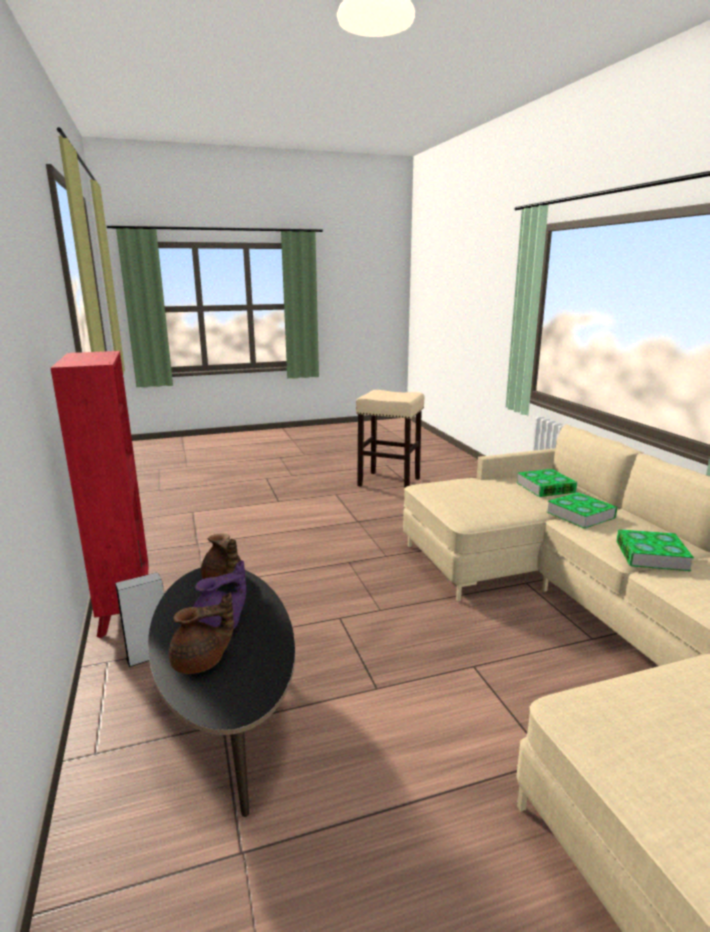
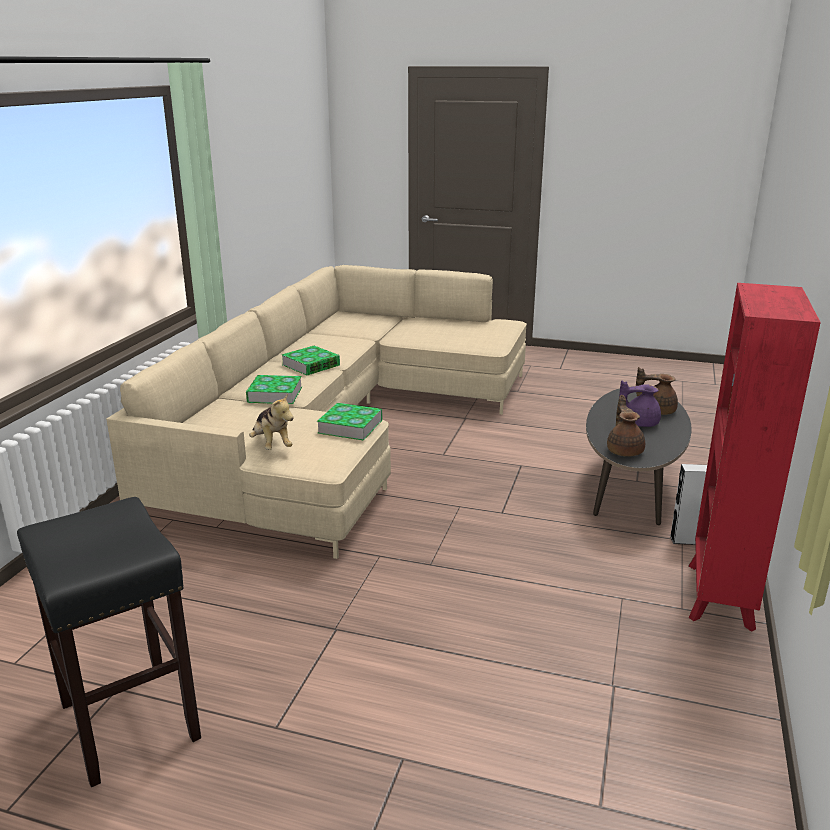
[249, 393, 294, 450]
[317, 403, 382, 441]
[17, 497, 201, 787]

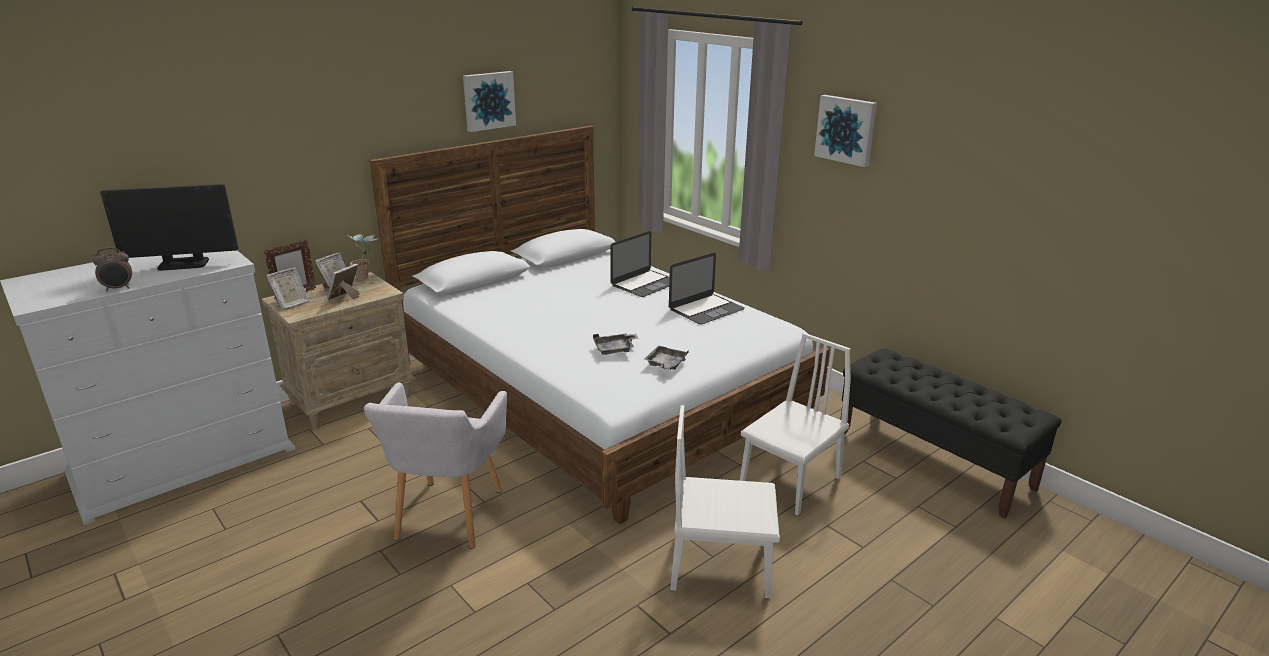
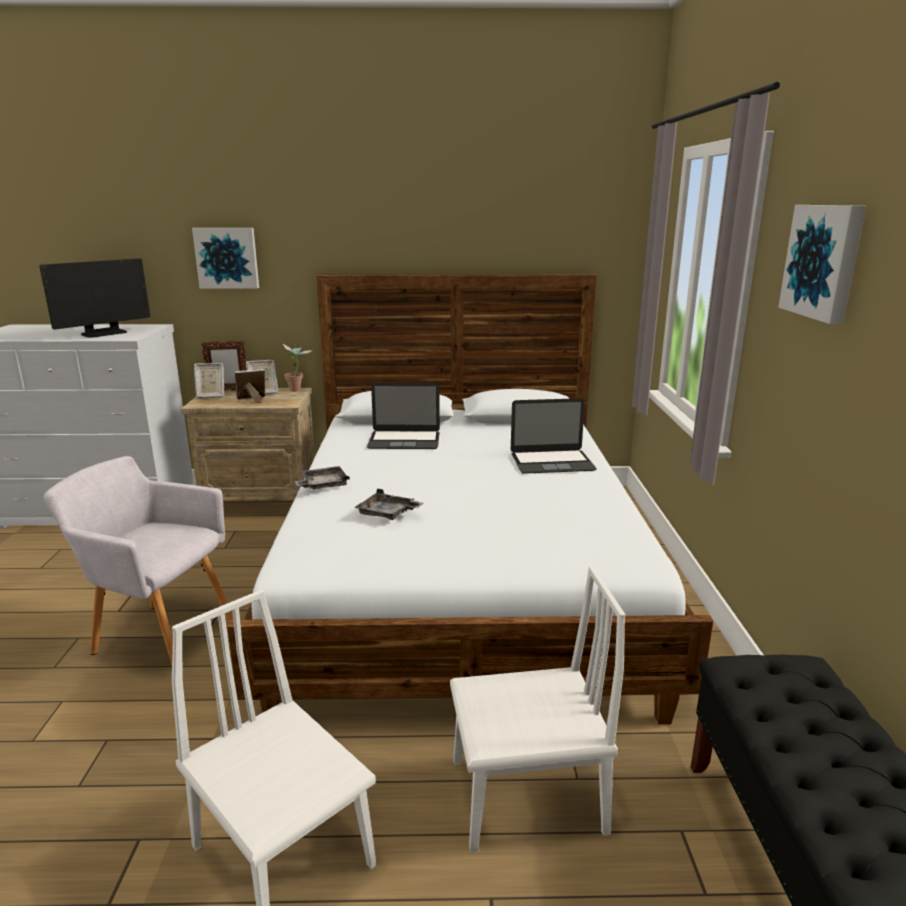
[93, 247, 132, 291] (first image)
[192, 228, 259, 289]
[294, 466, 350, 490]
[367, 383, 440, 449]
[39, 258, 150, 338]
[44, 456, 233, 664]

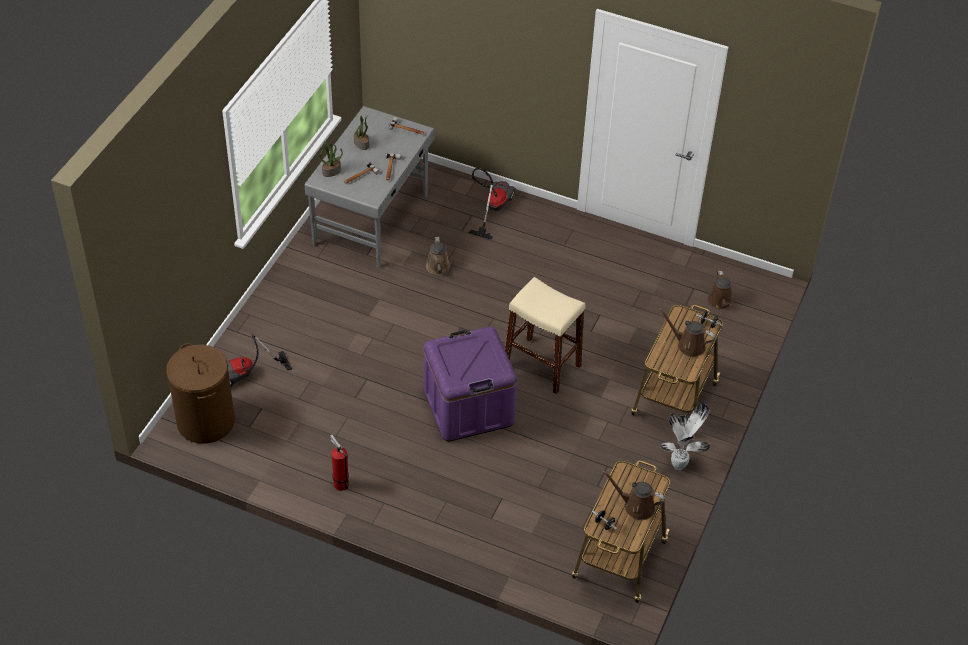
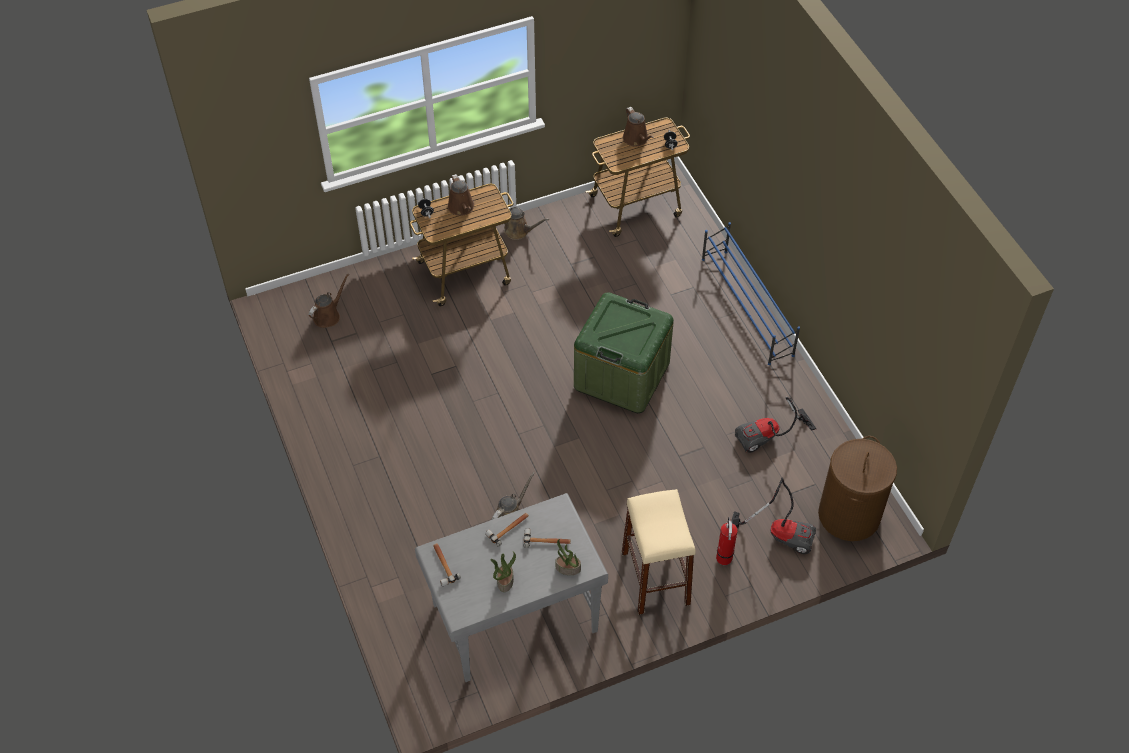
[702, 222, 800, 365]
[716, 517, 738, 565]
[735, 397, 816, 453]
[622, 489, 696, 615]
[504, 207, 549, 240]
[574, 292, 674, 413]

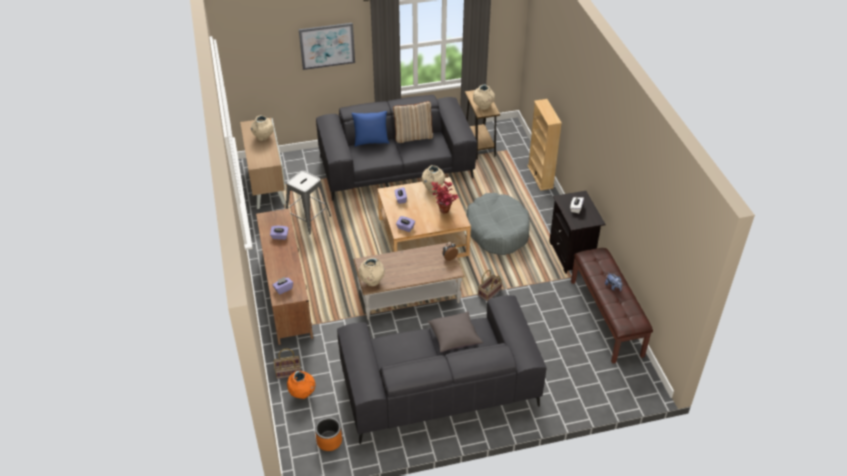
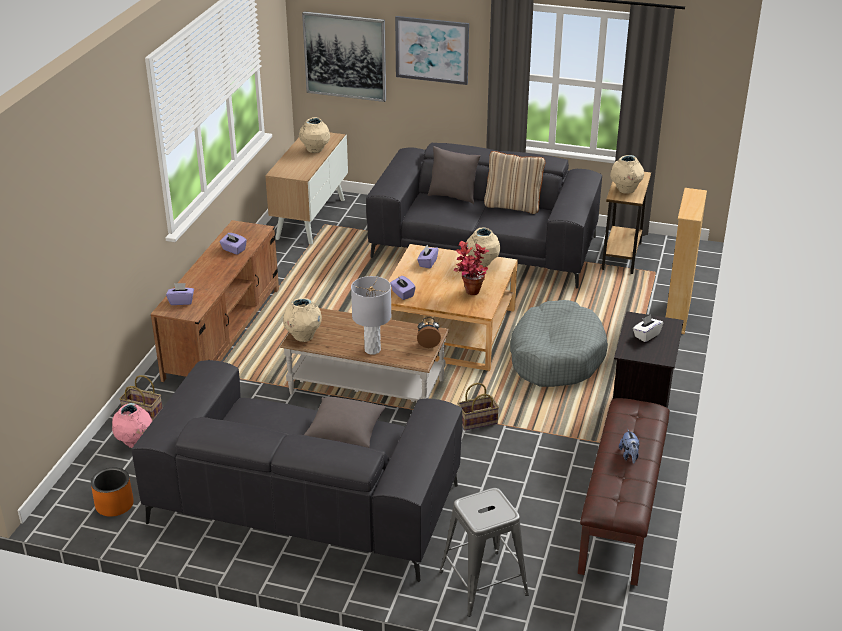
[302, 11, 386, 102]
[351, 276, 391, 355]
[439, 488, 529, 616]
[112, 403, 152, 448]
[428, 146, 481, 204]

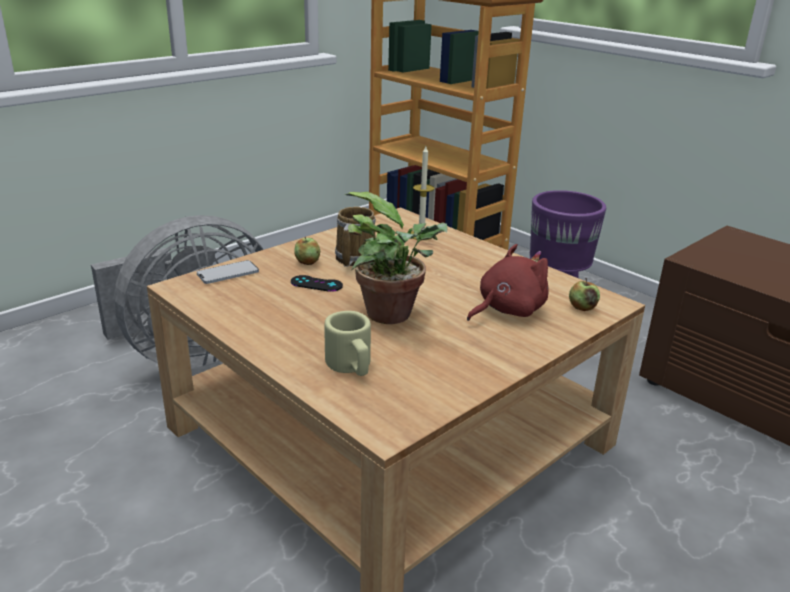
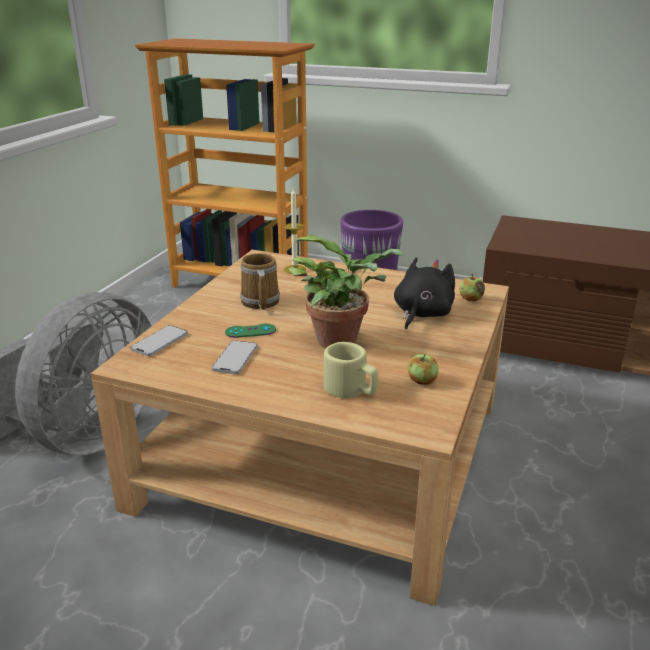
[212, 340, 257, 374]
[408, 354, 438, 385]
[225, 324, 276, 338]
[394, 257, 455, 329]

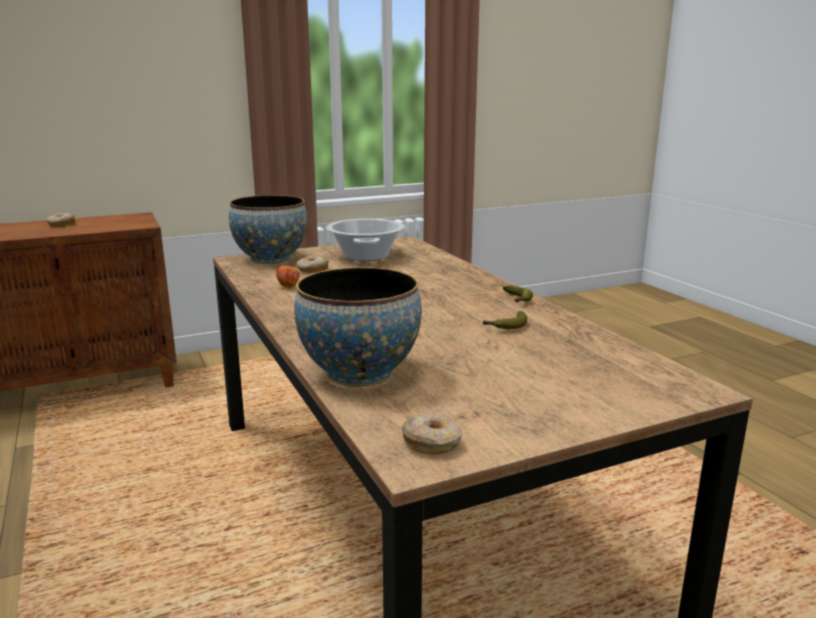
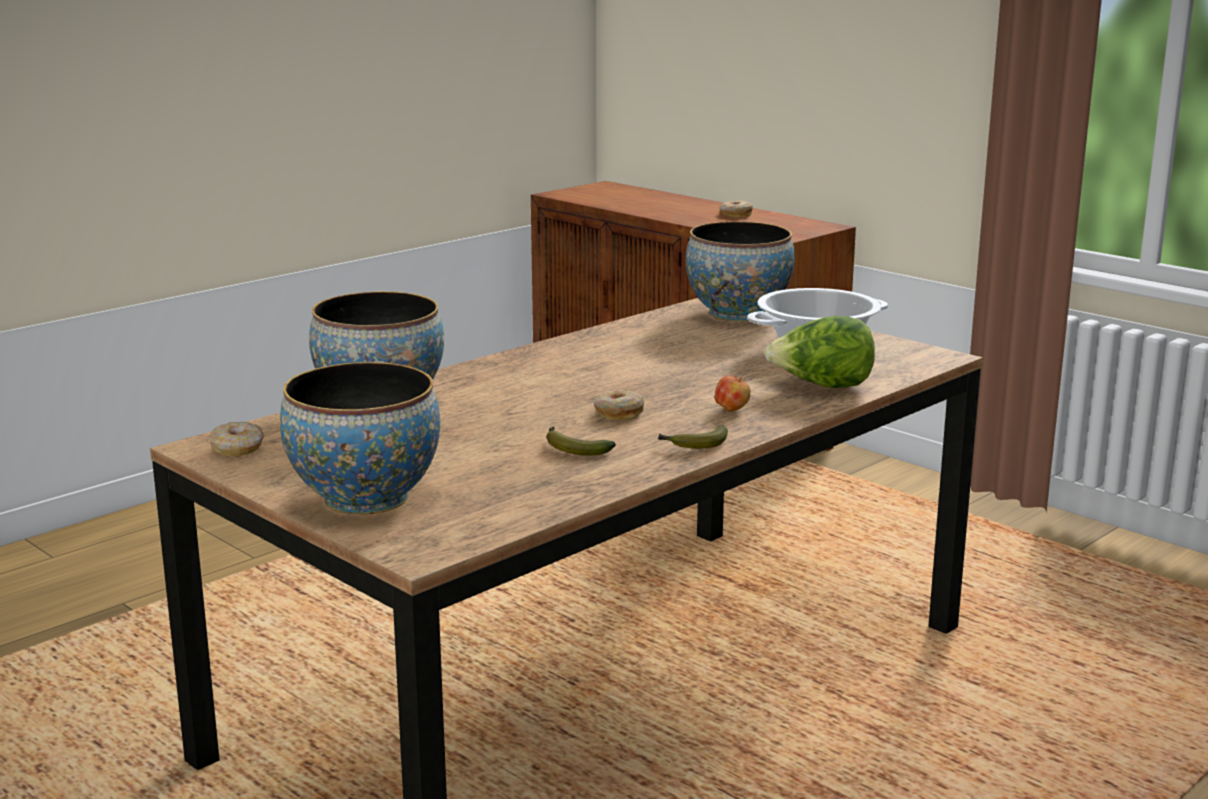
[280, 362, 440, 515]
[764, 316, 875, 388]
[715, 375, 750, 412]
[594, 391, 644, 420]

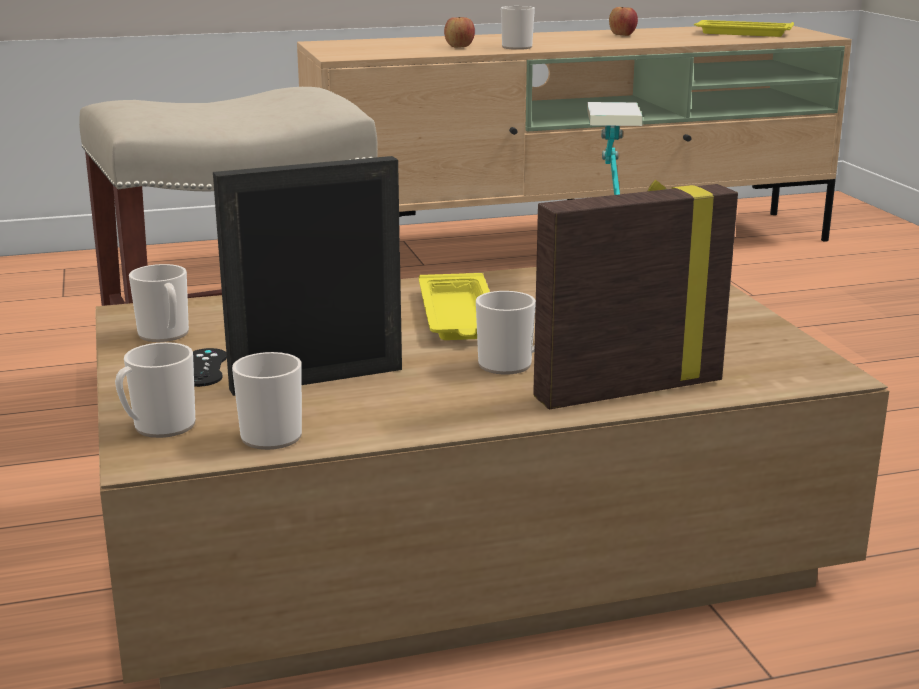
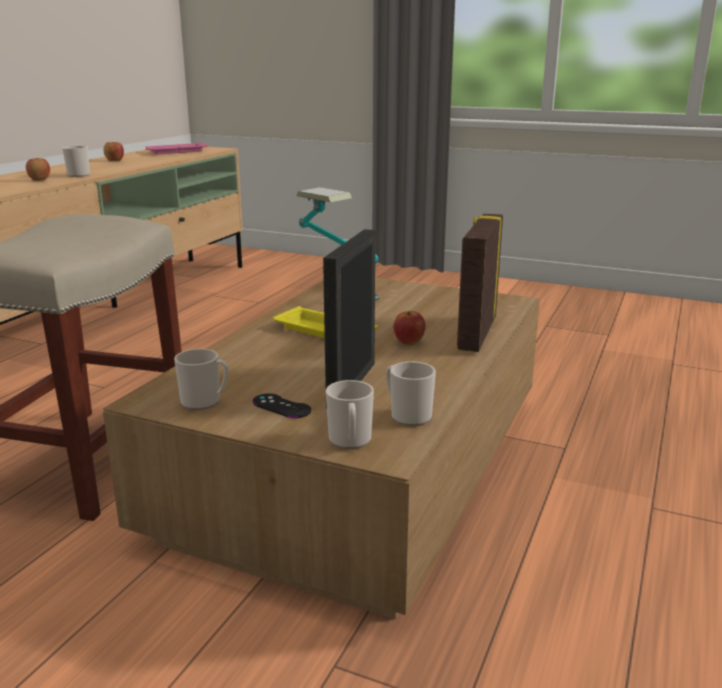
[393, 311, 426, 345]
[145, 142, 208, 154]

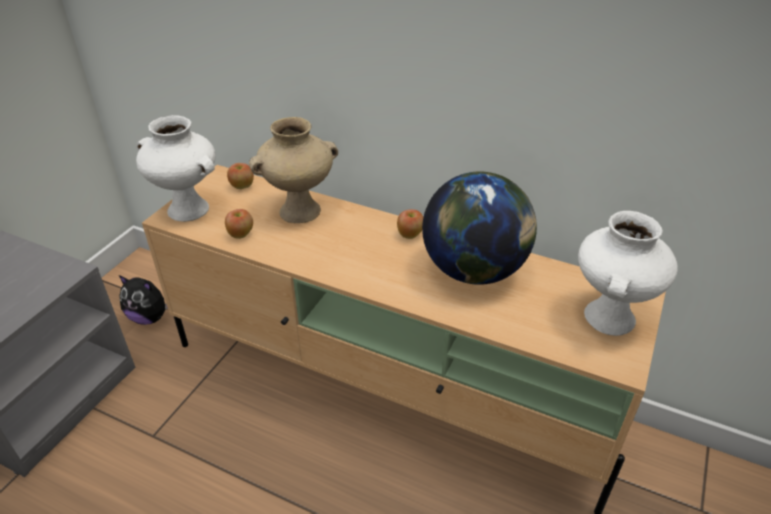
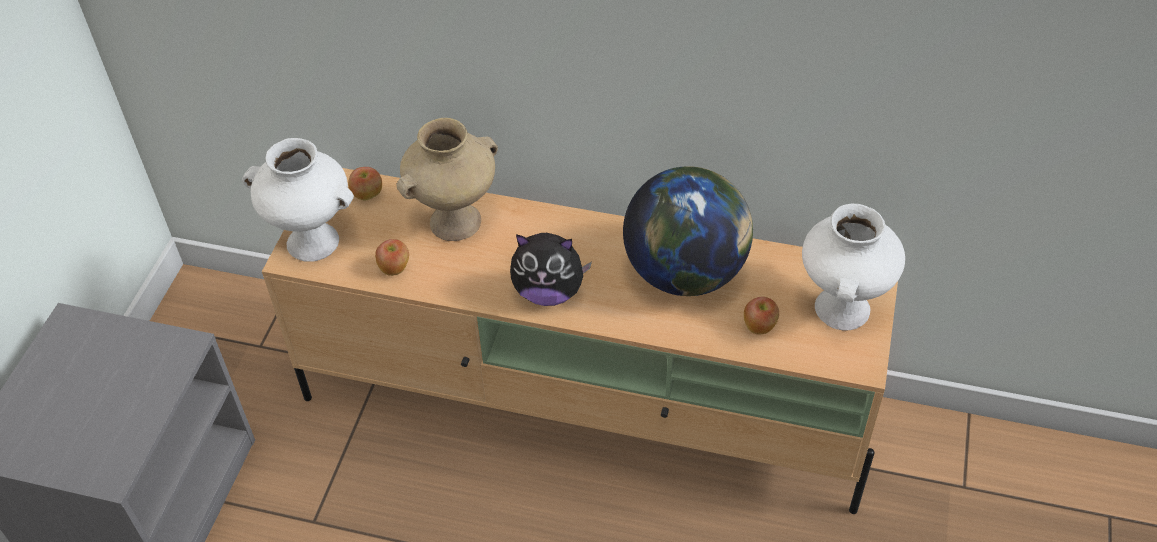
[510, 233, 592, 306]
[744, 297, 779, 335]

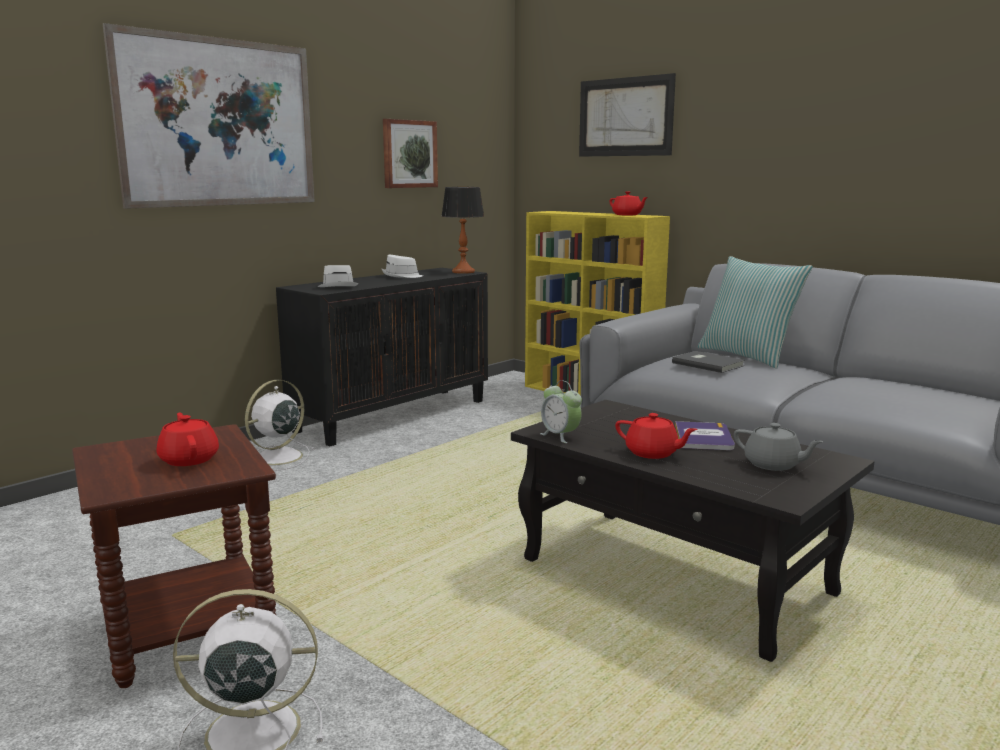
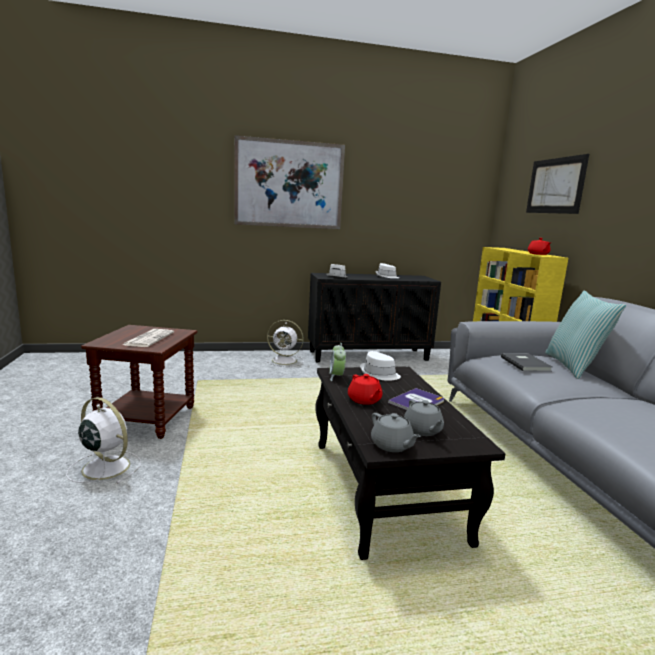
[383, 119, 438, 188] (first image)
[441, 187, 484, 274] (first image)
[360, 351, 401, 381]
[371, 413, 421, 452]
[123, 329, 174, 347]
[266, 320, 304, 367]

